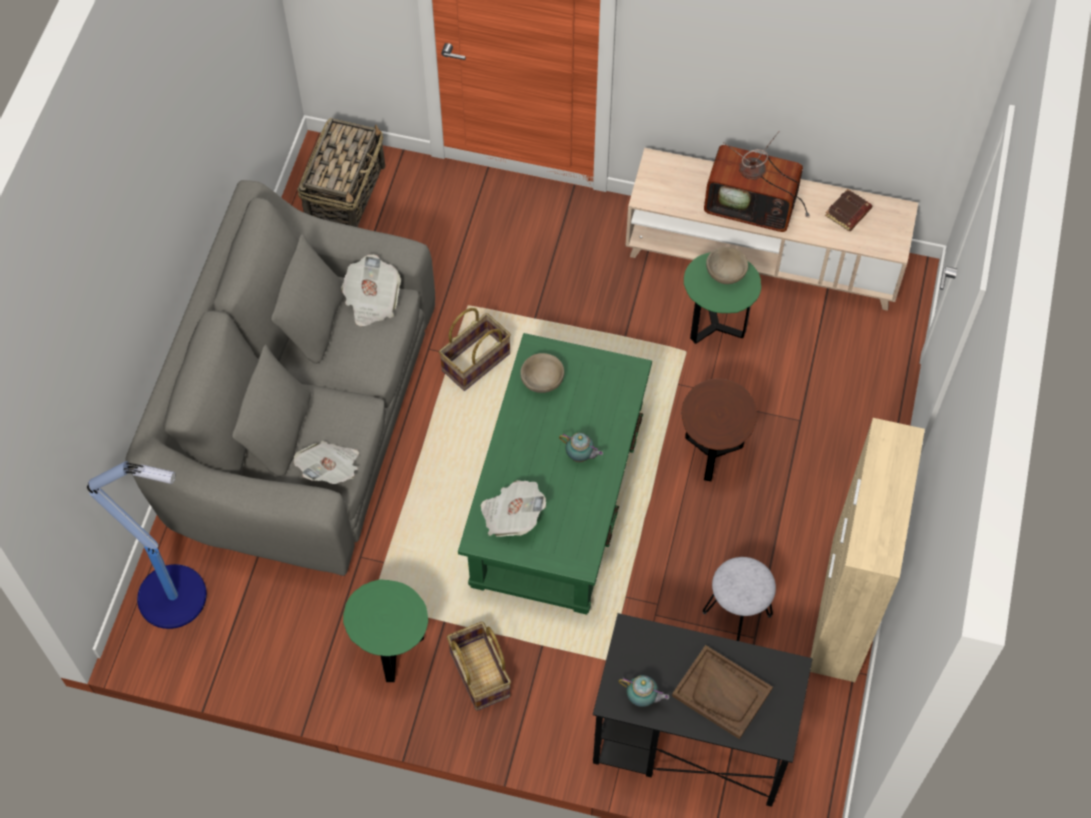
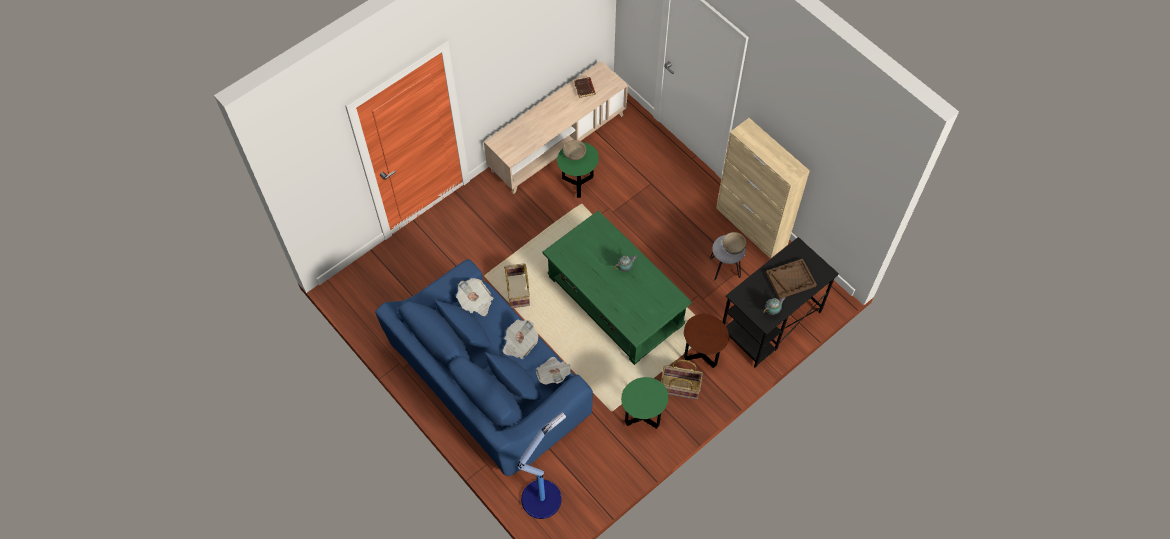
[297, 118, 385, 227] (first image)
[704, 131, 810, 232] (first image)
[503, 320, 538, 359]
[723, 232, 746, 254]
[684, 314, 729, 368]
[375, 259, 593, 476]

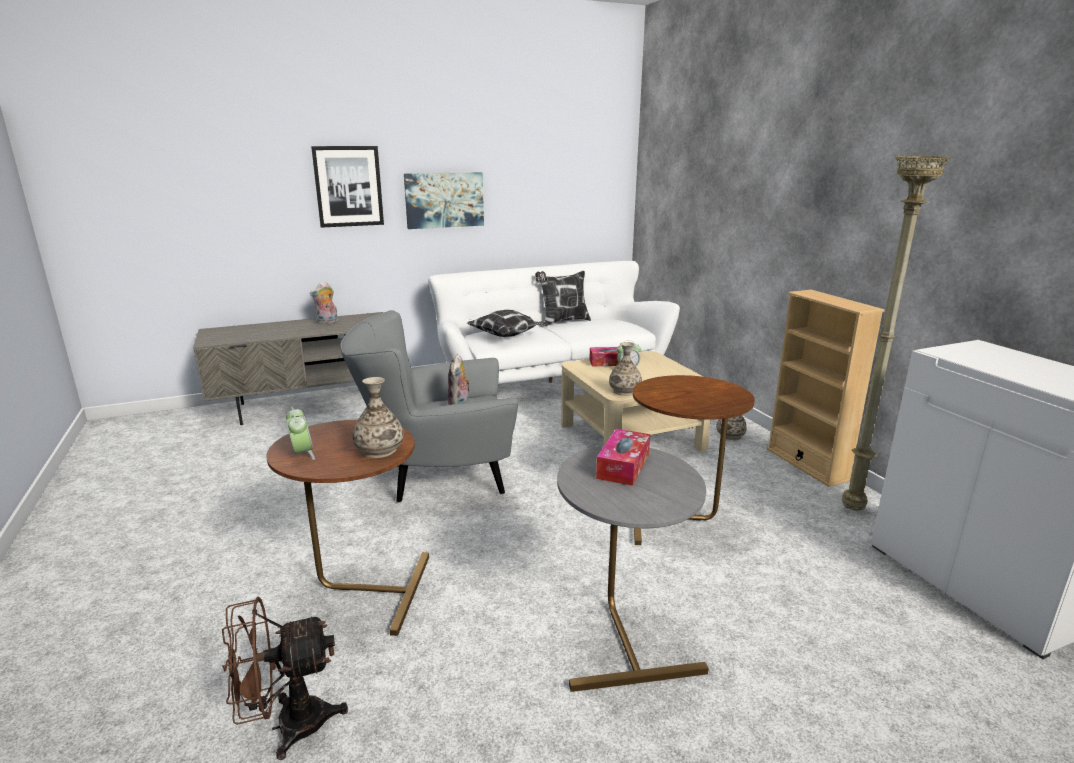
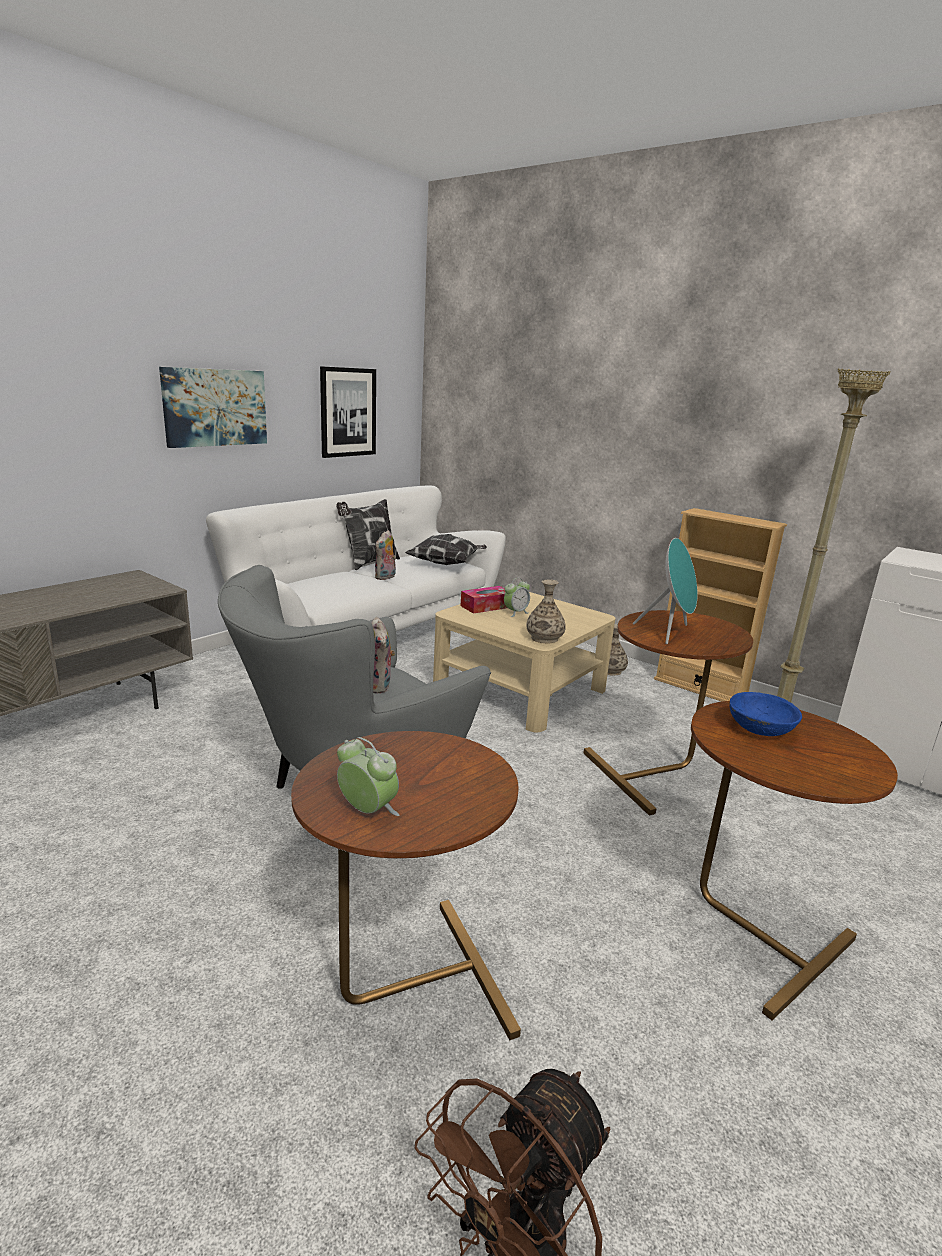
[352, 377, 404, 458] (first image)
[633, 538, 698, 644]
[375, 530, 396, 580]
[320, 366, 376, 458]
[405, 534, 487, 565]
[729, 692, 802, 736]
[691, 701, 898, 1020]

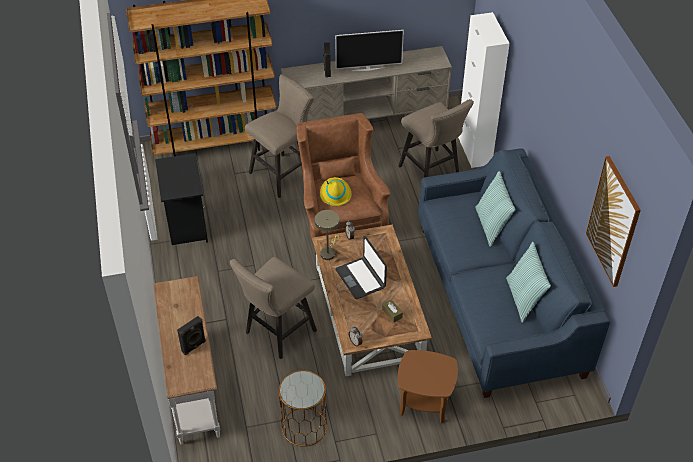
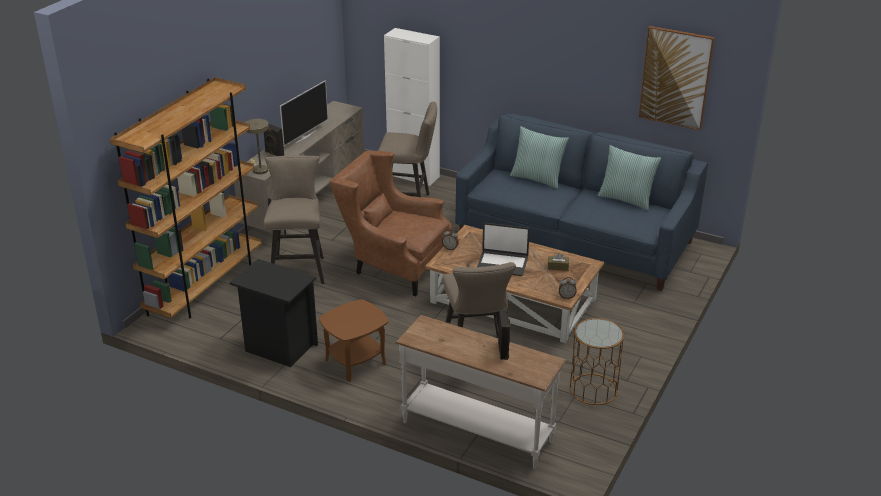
[320, 177, 352, 206] (first image)
[245, 119, 269, 174]
[319, 299, 388, 382]

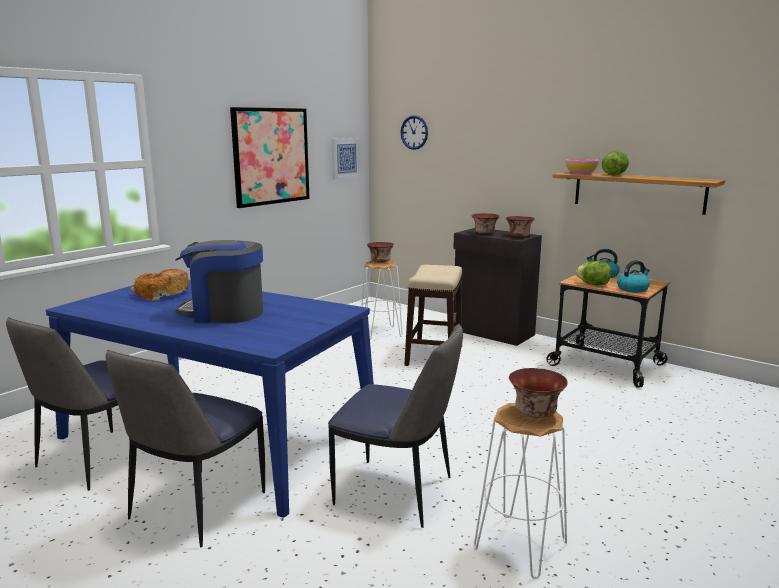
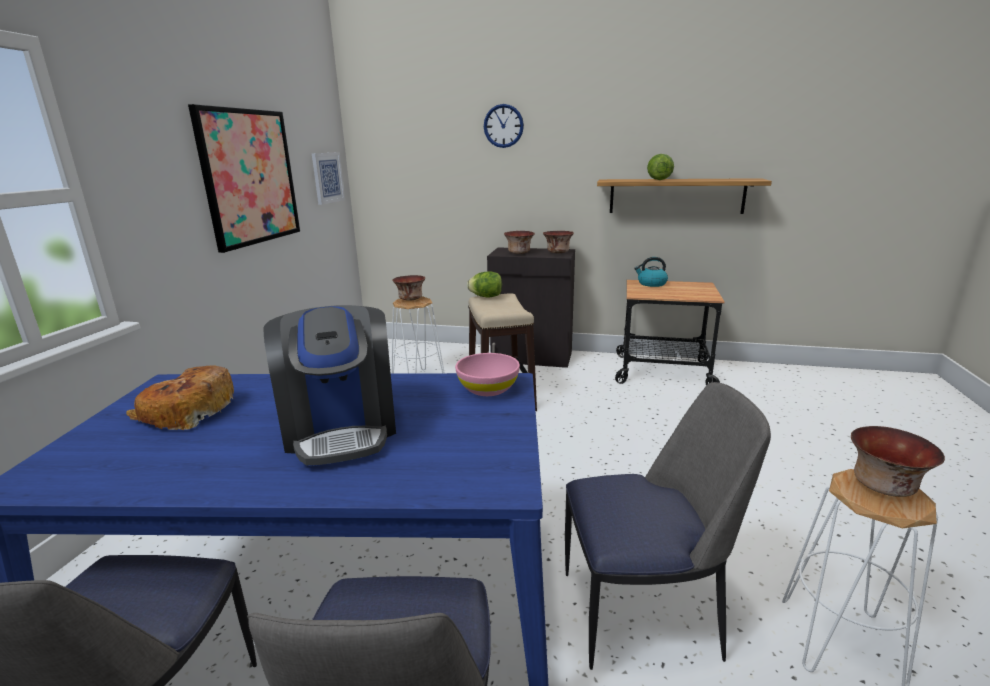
[617, 260, 650, 292] (first image)
[484, 104, 524, 148]
[455, 353, 520, 396]
[467, 271, 502, 298]
[263, 305, 396, 466]

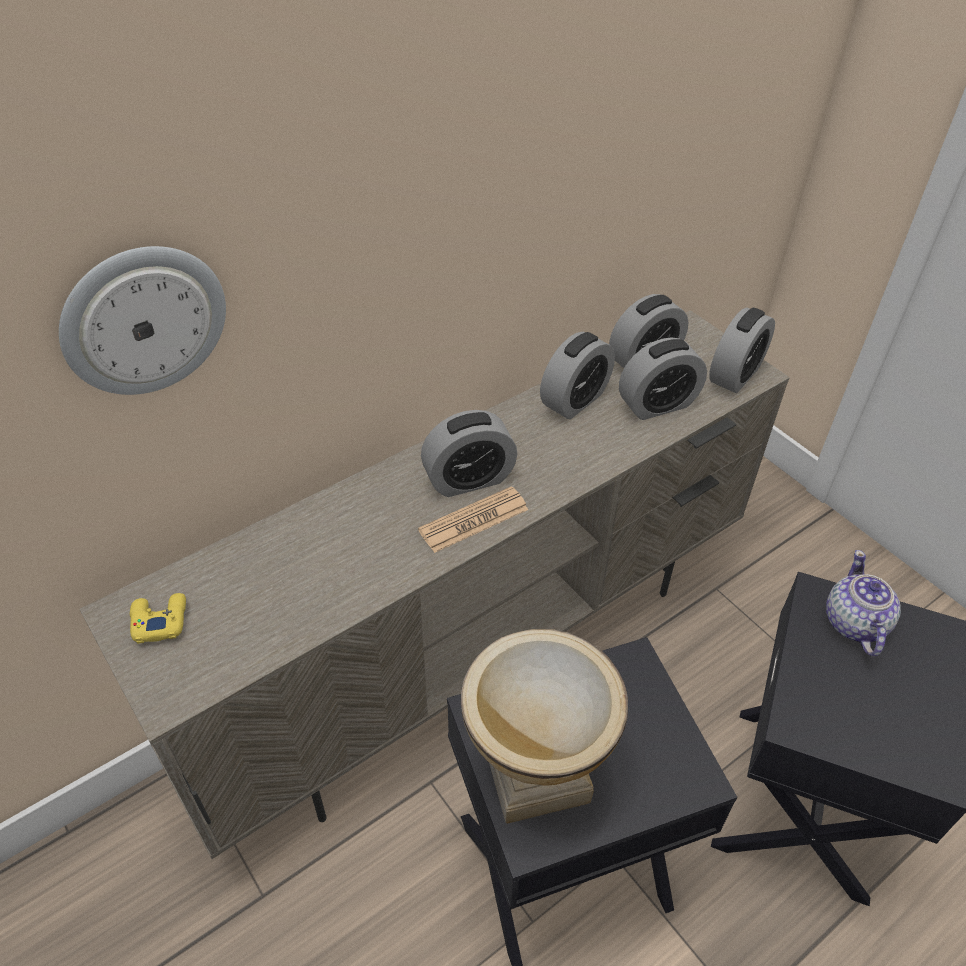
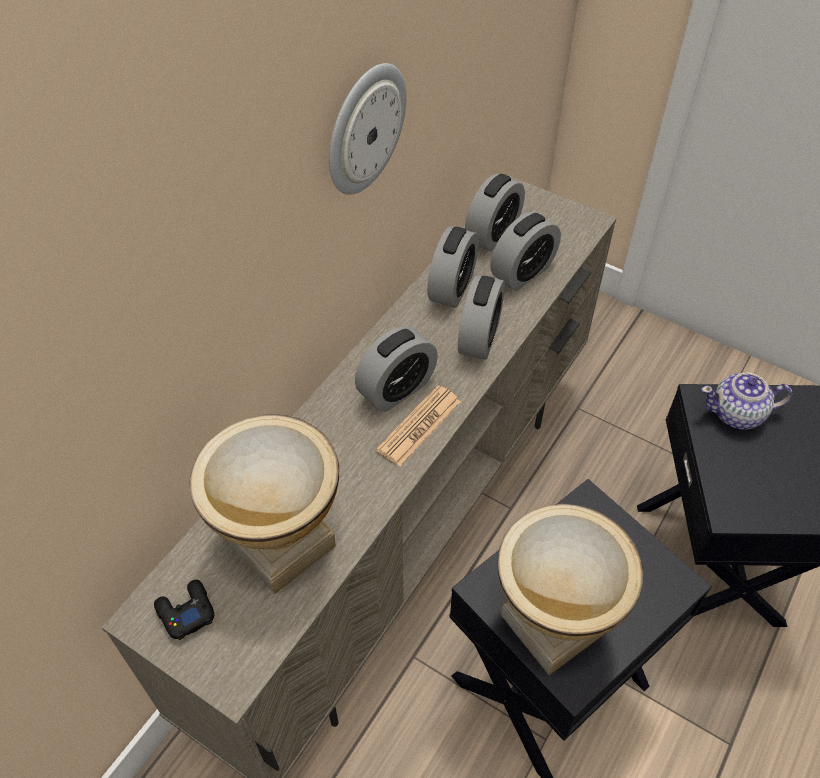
[189, 415, 339, 594]
[329, 63, 406, 195]
[458, 275, 505, 360]
[154, 579, 214, 640]
[701, 372, 793, 430]

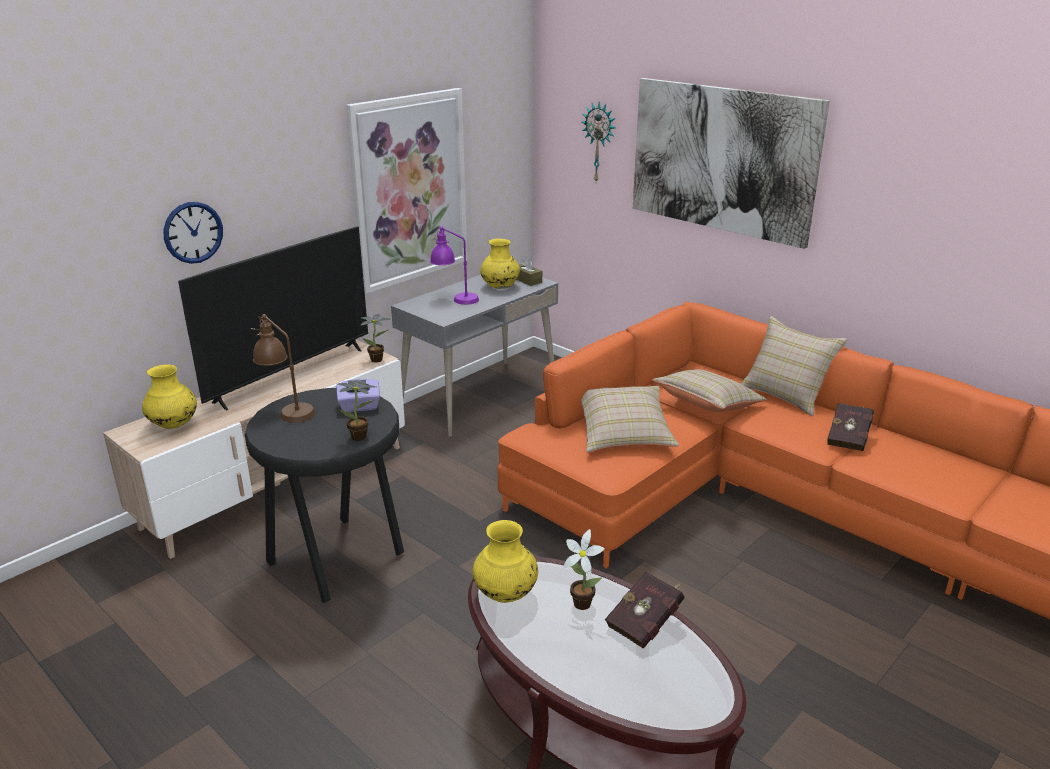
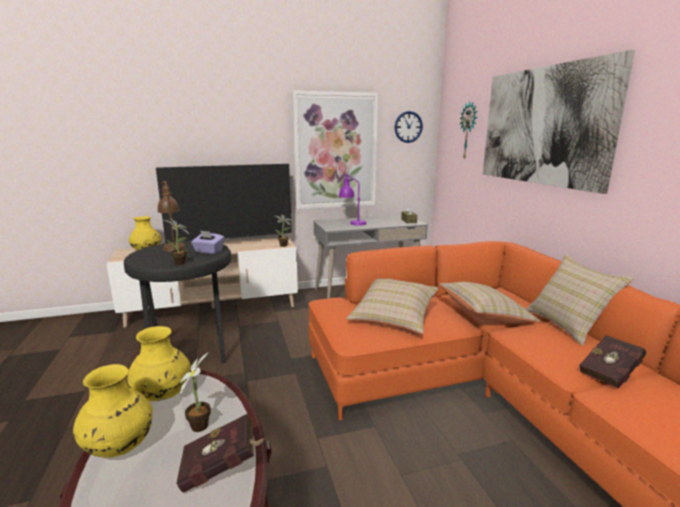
[395, 111, 423, 143]
[73, 364, 153, 458]

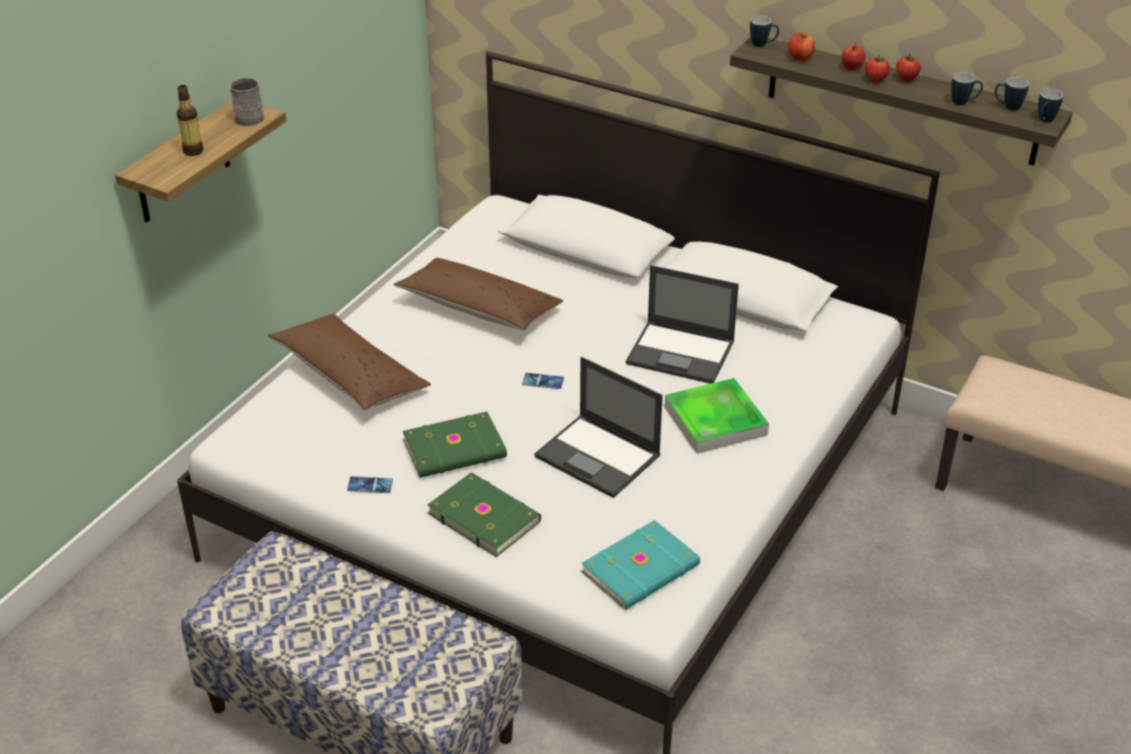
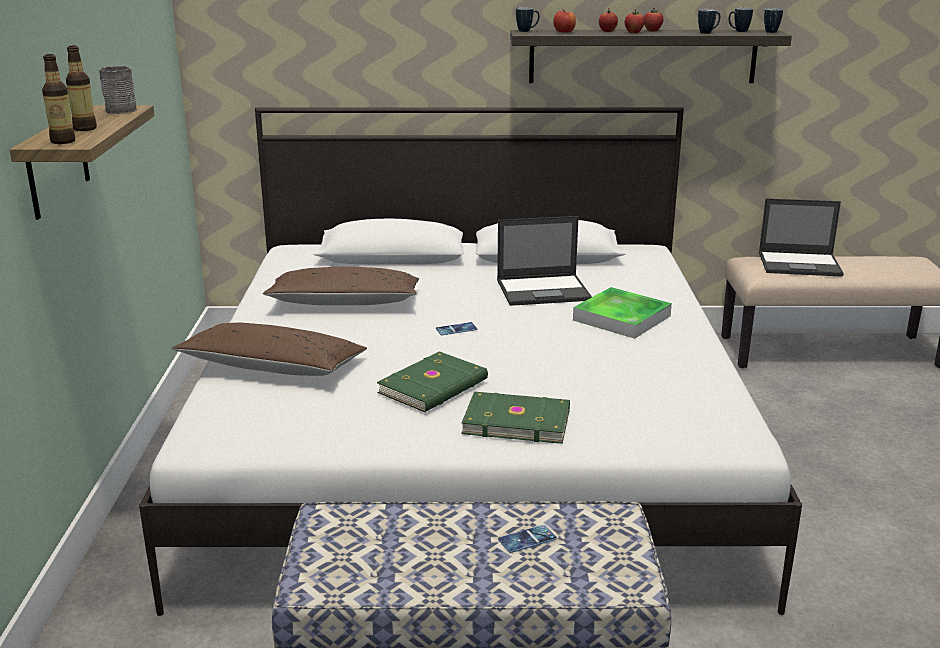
[582, 520, 700, 610] (first image)
[42, 54, 75, 144]
[498, 525, 557, 553]
[759, 198, 844, 277]

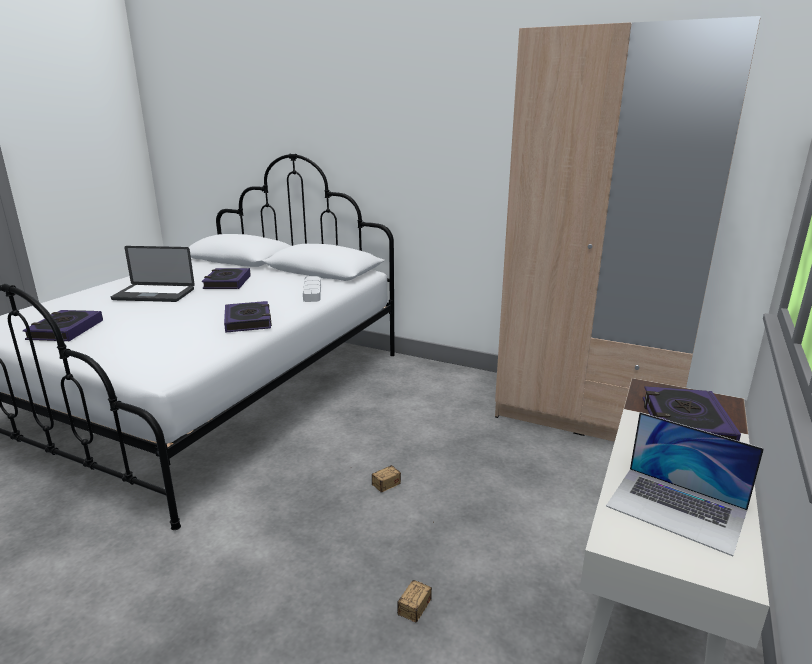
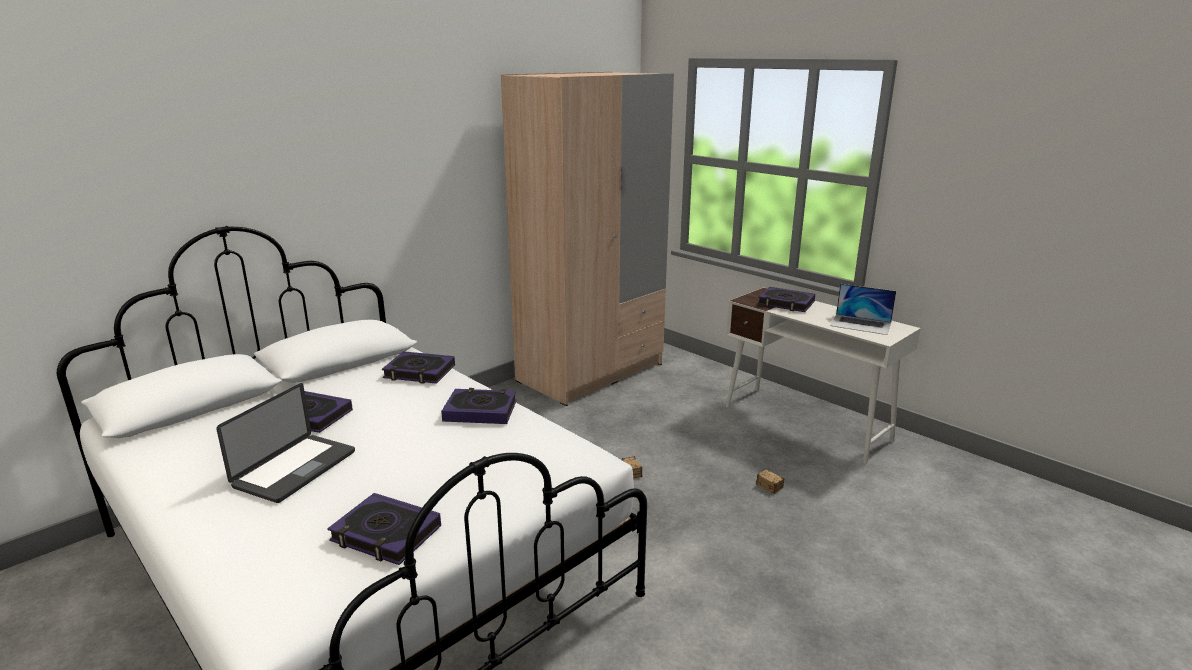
[382, 351, 455, 384]
[830, 284, 896, 335]

